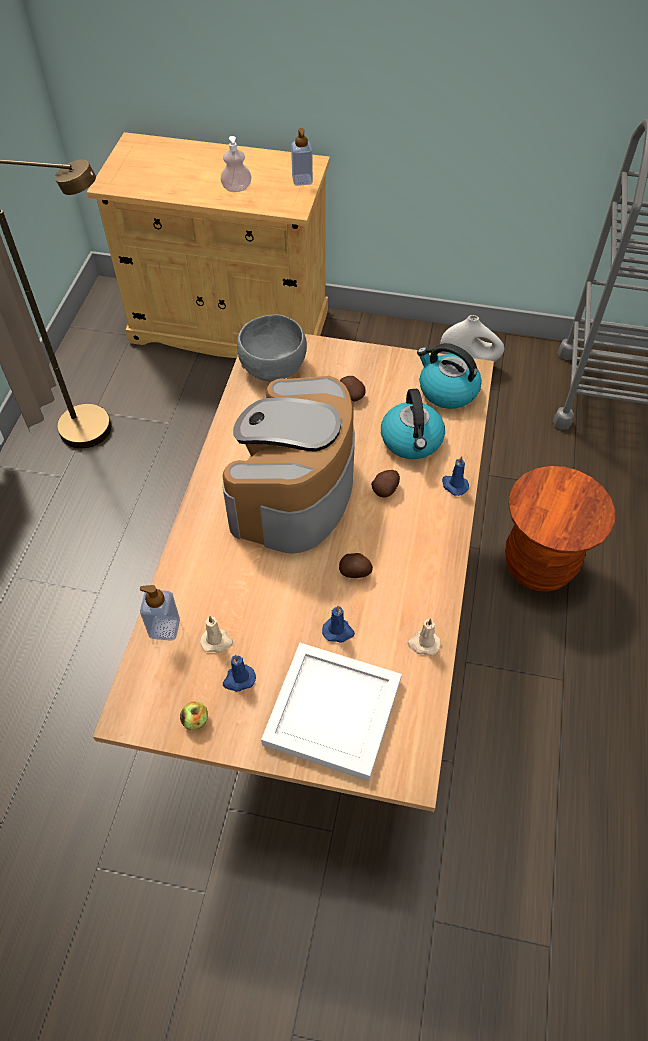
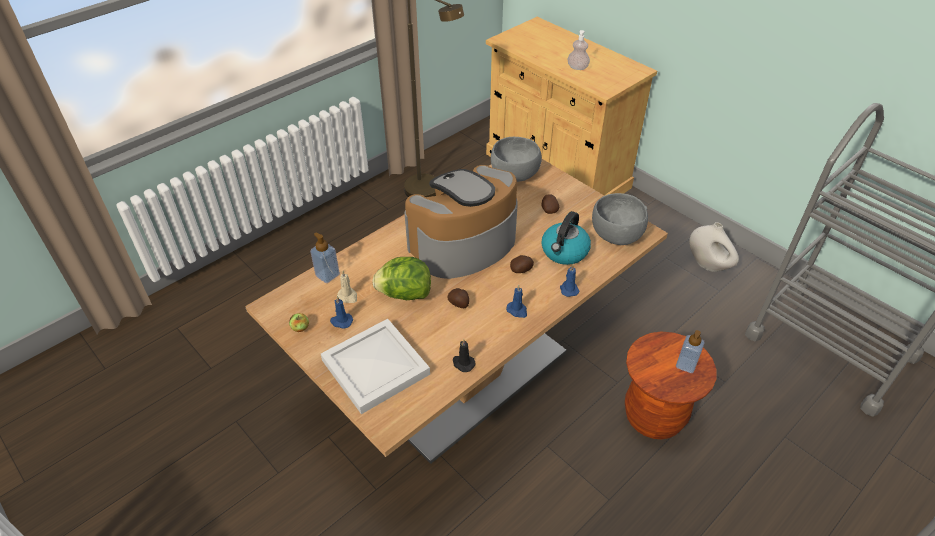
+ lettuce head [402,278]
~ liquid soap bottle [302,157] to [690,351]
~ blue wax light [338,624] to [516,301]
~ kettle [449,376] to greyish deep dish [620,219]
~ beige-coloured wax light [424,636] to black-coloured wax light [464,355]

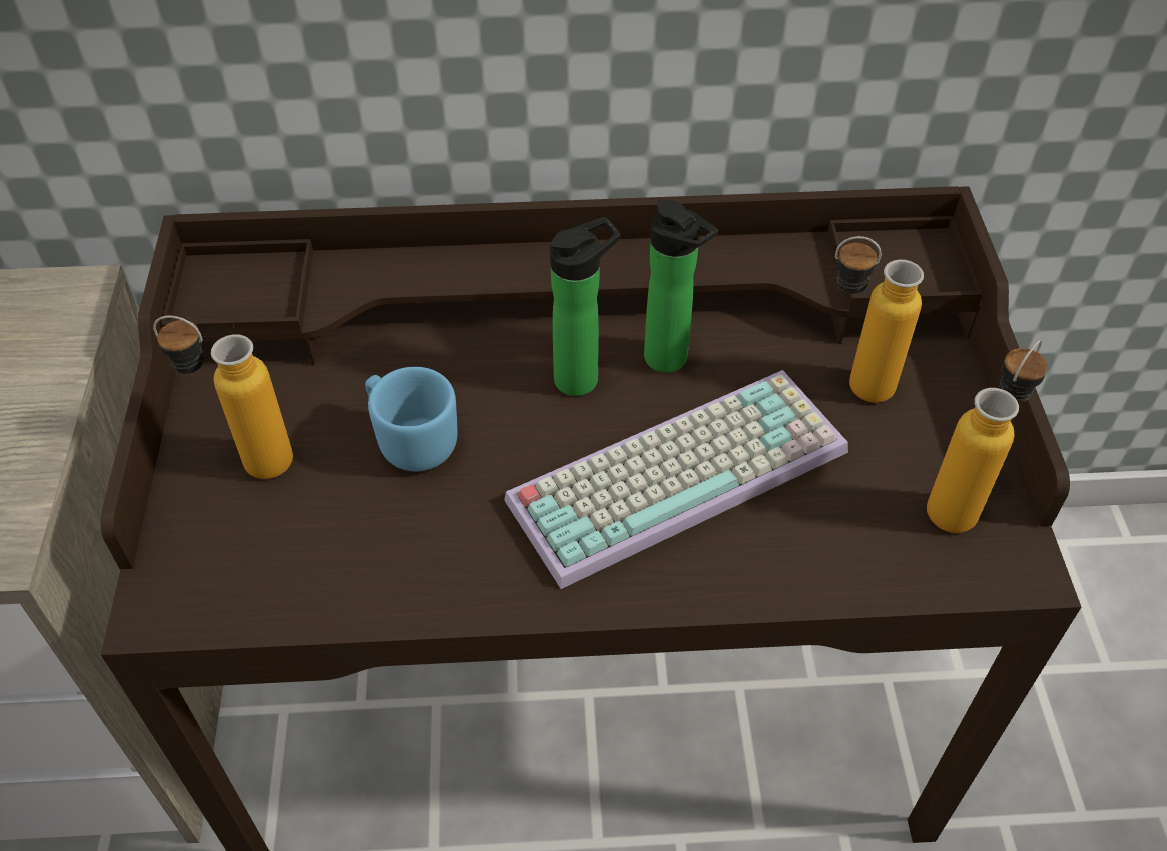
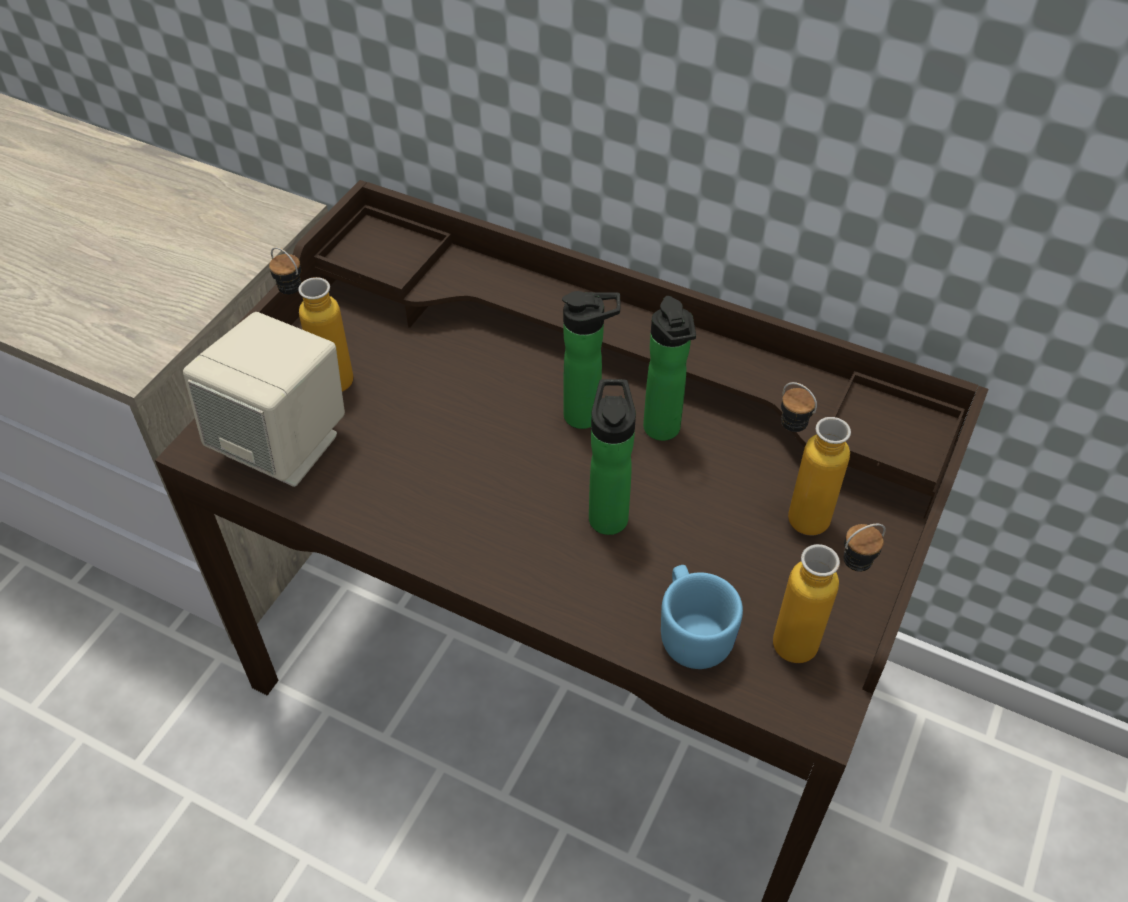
+ beige-coloured loudspeaker [264,399]
~ blue coffee mug [411,419] to [702,617]
~ PC keyboard [676,479] to drink bottle [612,457]

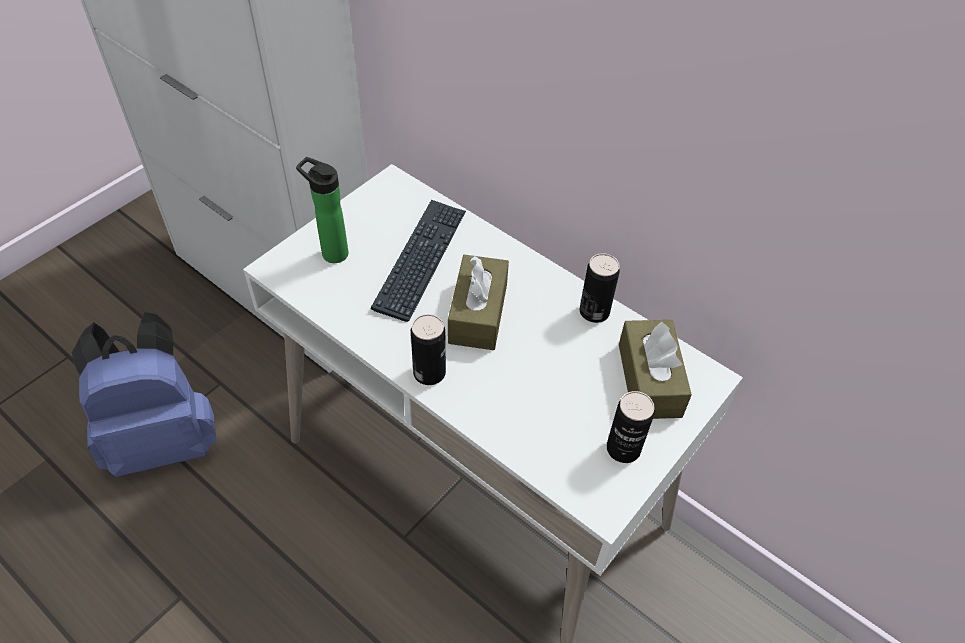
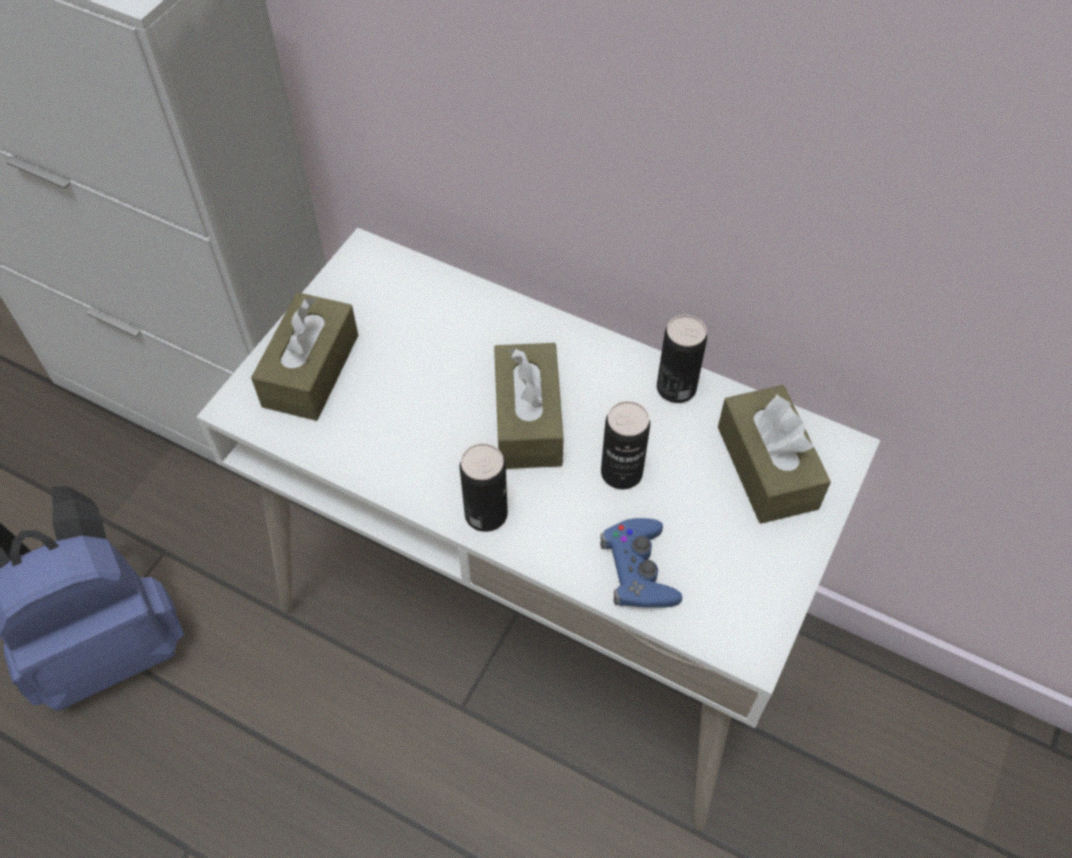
- PC keyboard [418,261]
+ blue game controller [641,563]
~ sealed can [631,427] to [625,445]
~ drink bottle [322,210] to brown box of tissues [304,356]

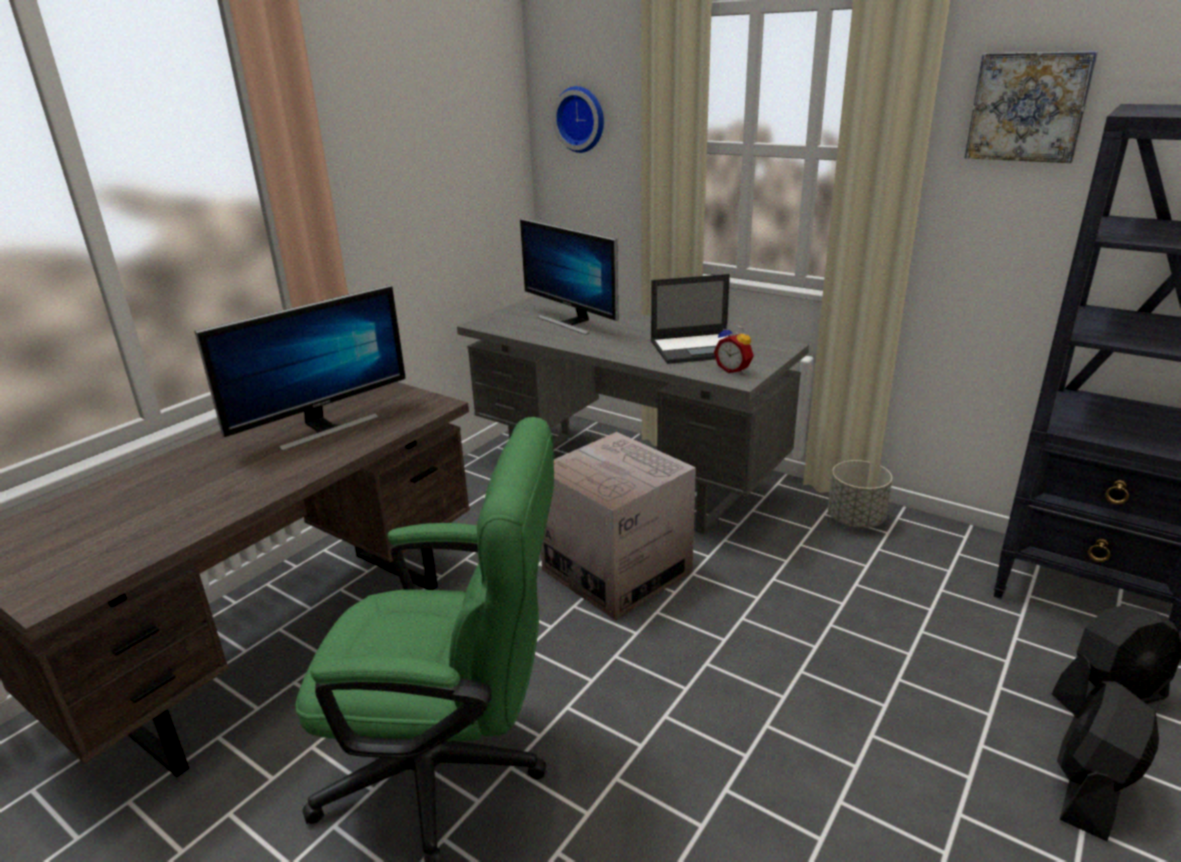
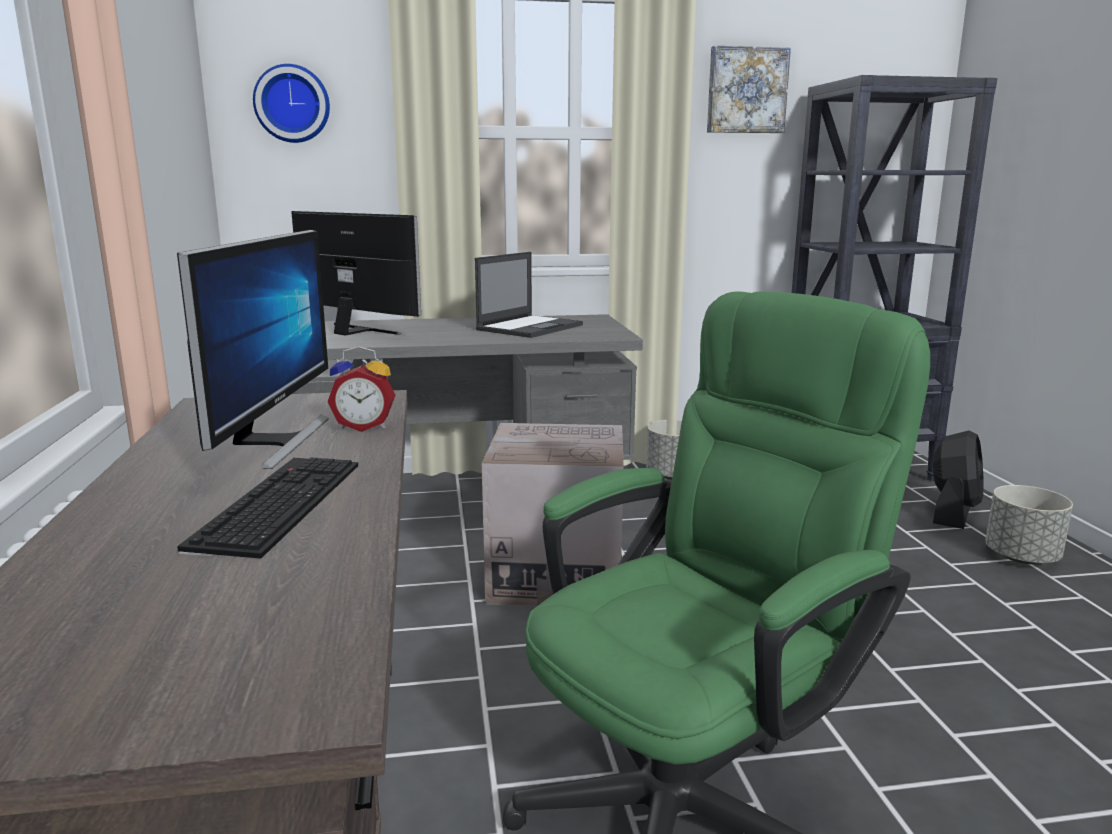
+ PC keyboard [267,508]
~ bedside clock [734,349] to [361,389]
~ black-coloured fan [1108,761] to greyish flower pot [1029,524]
~ computer screen [569,276] = [356,273] 150 degrees counterclockwise

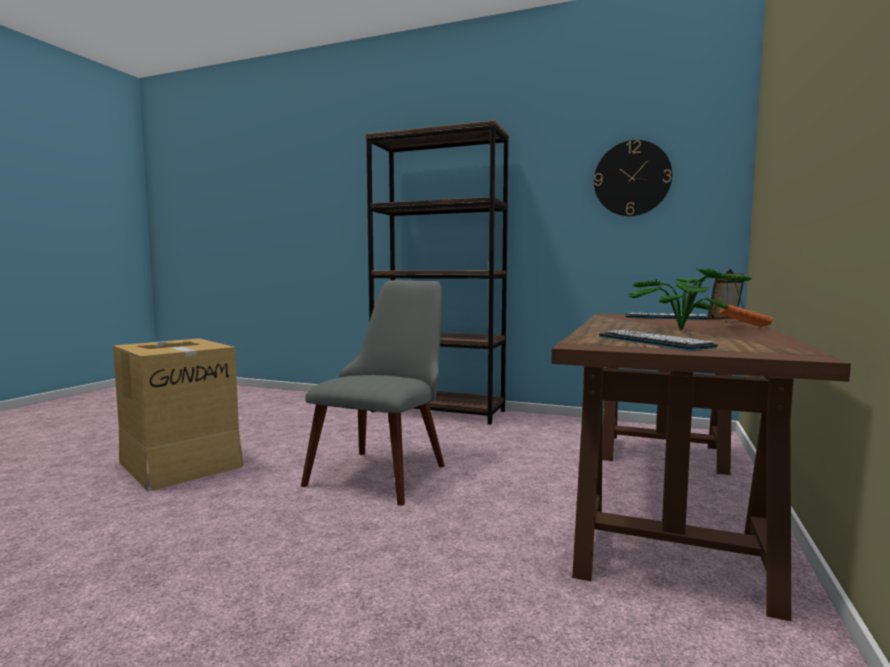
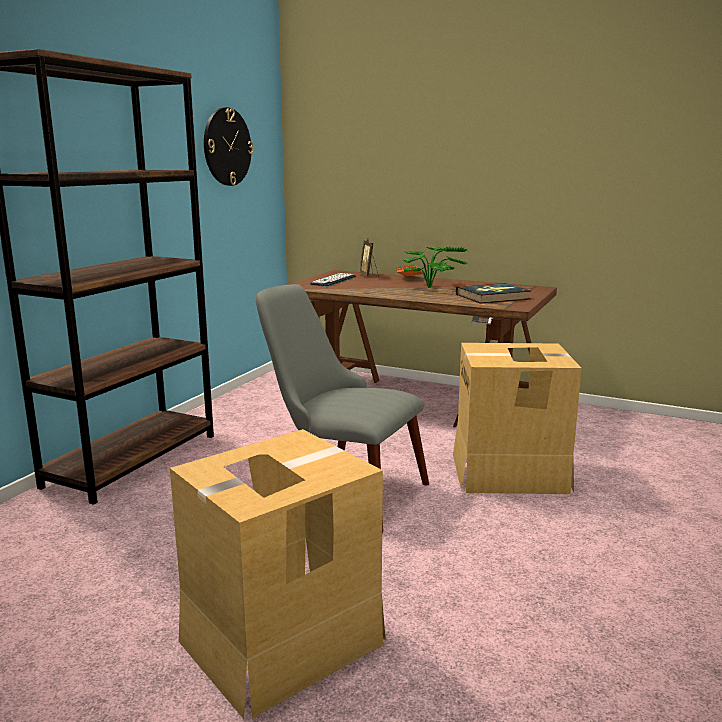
+ carton [517,418]
~ PC keyboard [658,340] to bound book [493,293]

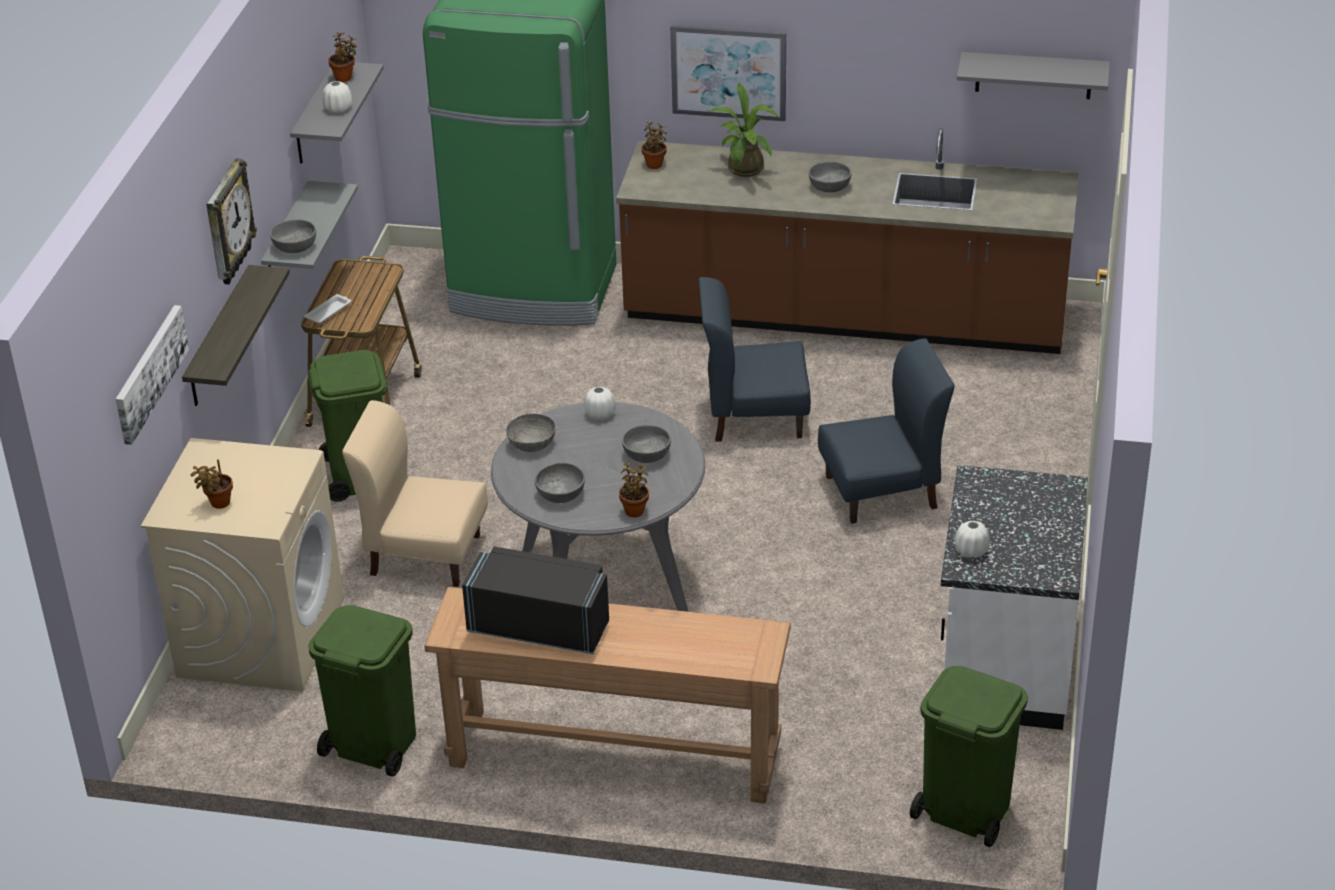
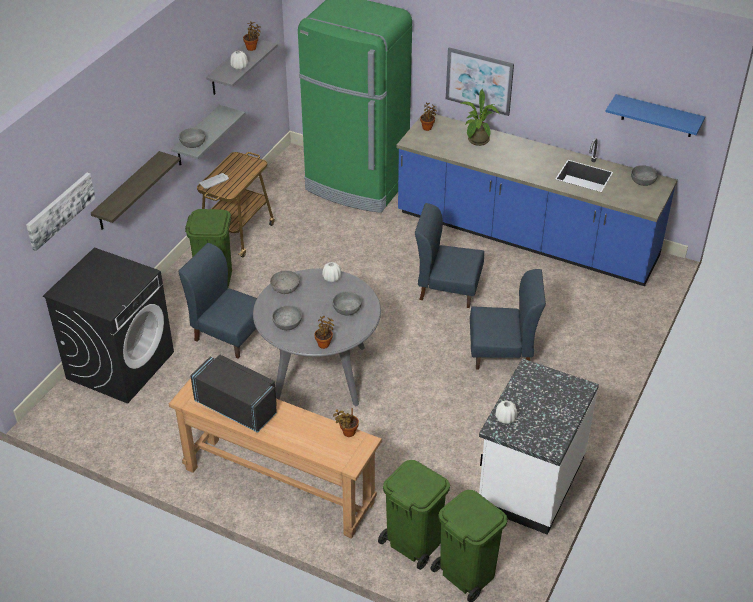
- clock on the wall [231,221]
~ houseplant [212,484] to [346,422]
~ greenish rubbish bin [362,691] to [414,515]
~ greyish deep dish [830,177] to [644,175]
~ beige-coloured laundry machine [242,565] to black-coloured laundry machine [108,325]
~ beige-coloured chair [415,493] to blue chair [218,301]
~ brown counter [847,241] to blue counter [536,198]
~ greyish wall shelf [1033,75] to blue wall shelf [655,115]

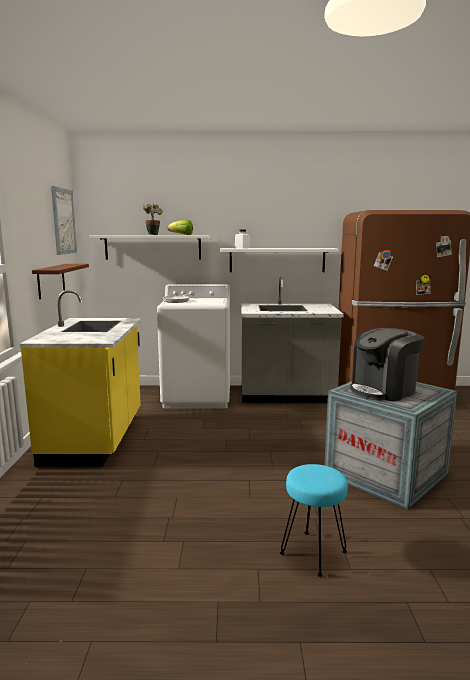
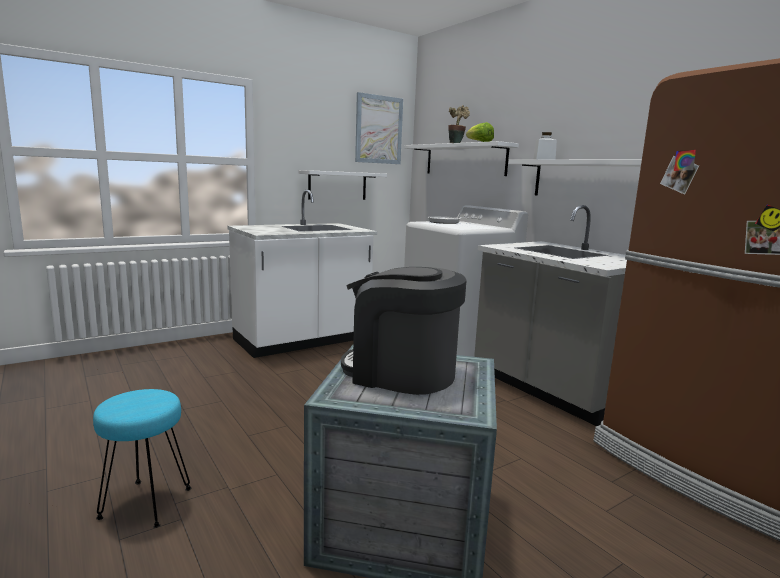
~ yellow counter [81,378] to whitish counter [302,273]
~ brown wall shelf [60,281] to whitish wall shelf [342,185]

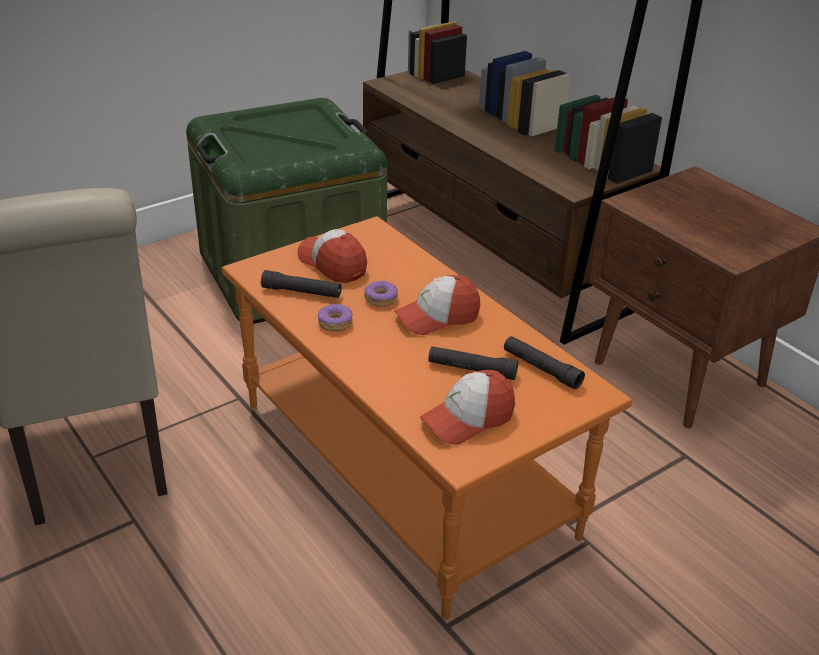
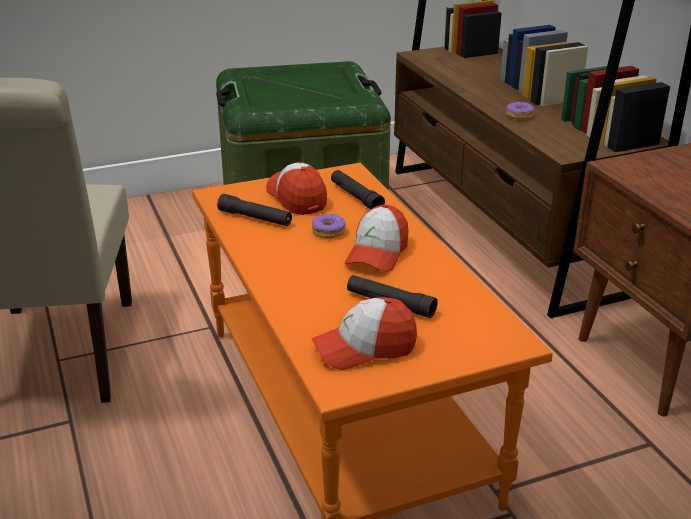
~ donut [335,317] to [520,110]
~ black-coloured hand torch [544,363] to [358,189]
~ peaked cap [437,305] = [377,238] 60 degrees counterclockwise

